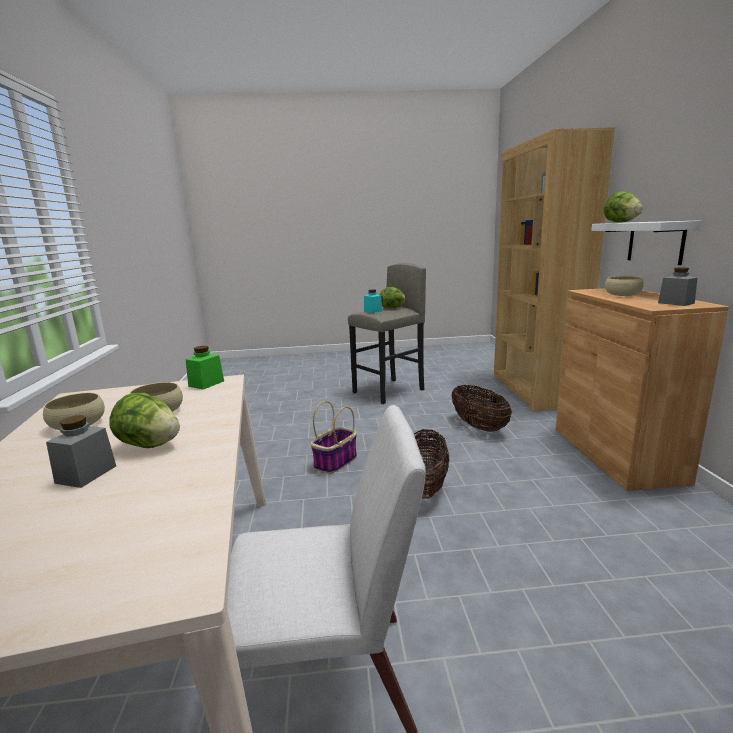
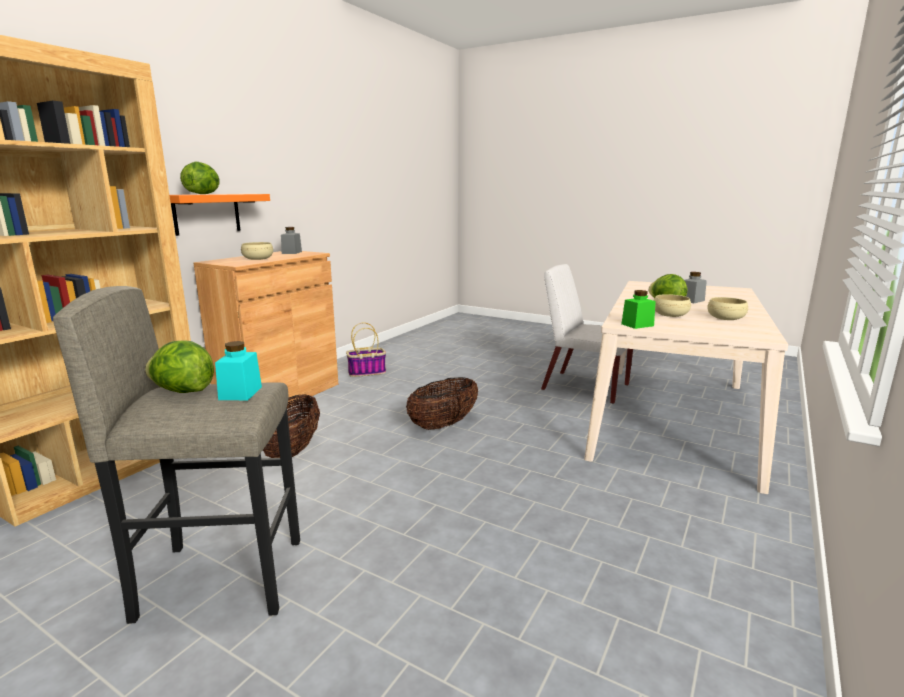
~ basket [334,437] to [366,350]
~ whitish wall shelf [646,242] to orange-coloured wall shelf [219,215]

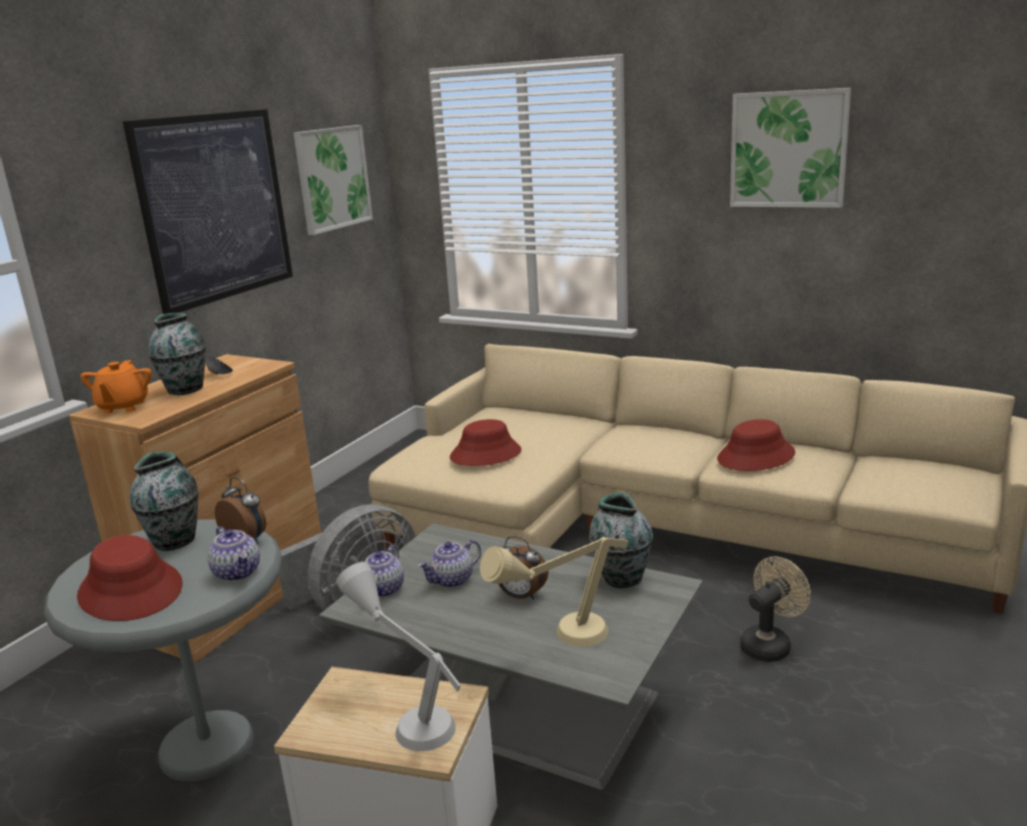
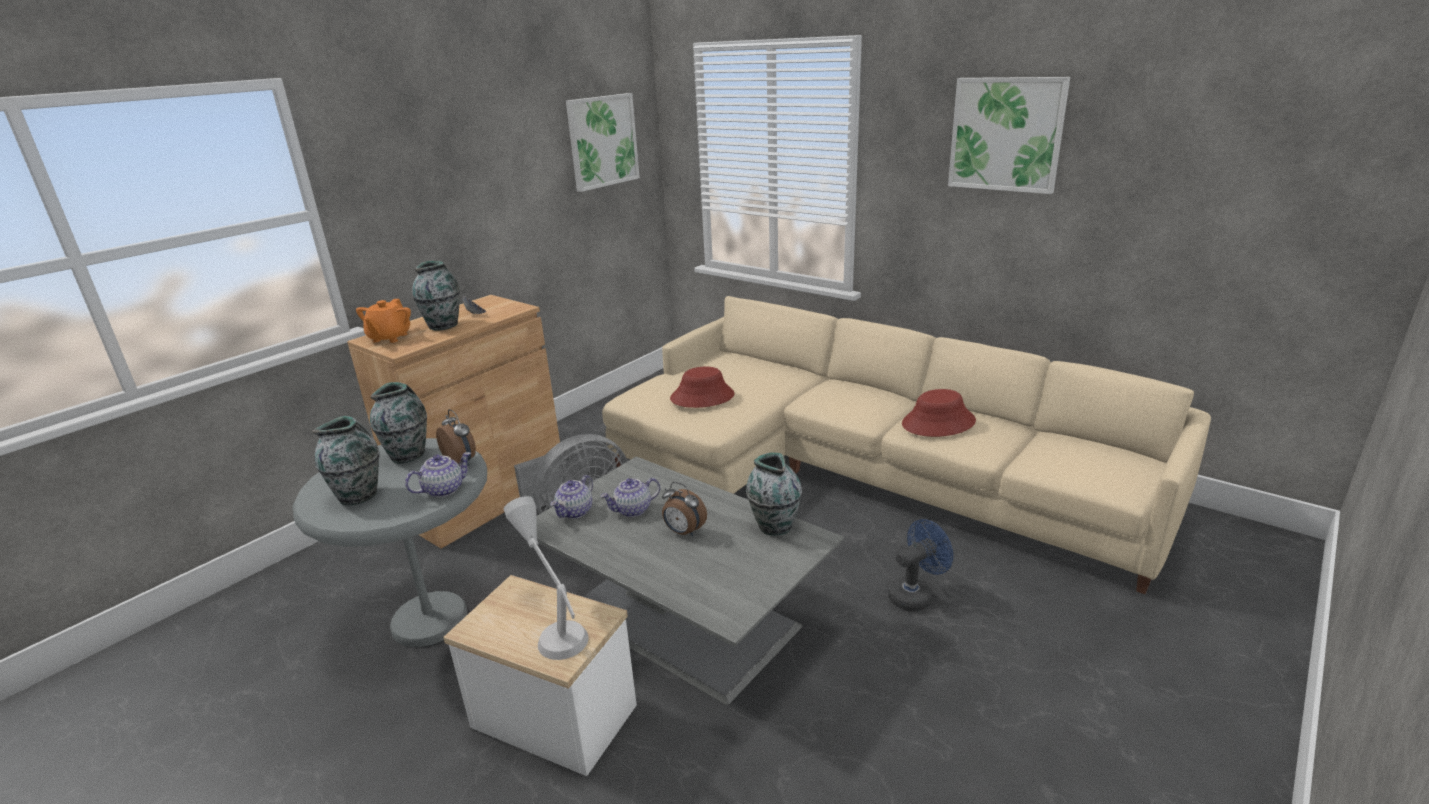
- wall art [208,211]
- beige-coloured table lamp [554,592]
~ red-coloured hat [130,578] to flower vase [345,460]
~ beige-coloured fan [775,609] to blue fan [920,565]
~ tea pot [233,553] = [438,474] 105 degrees counterclockwise

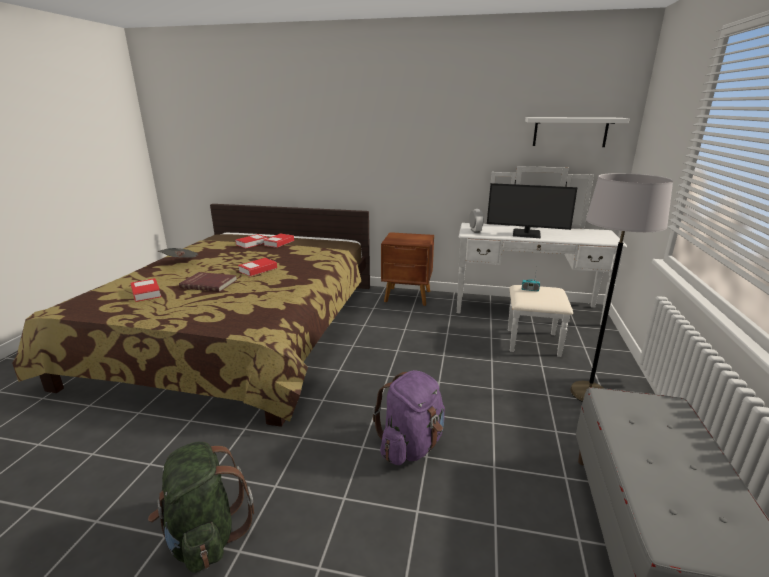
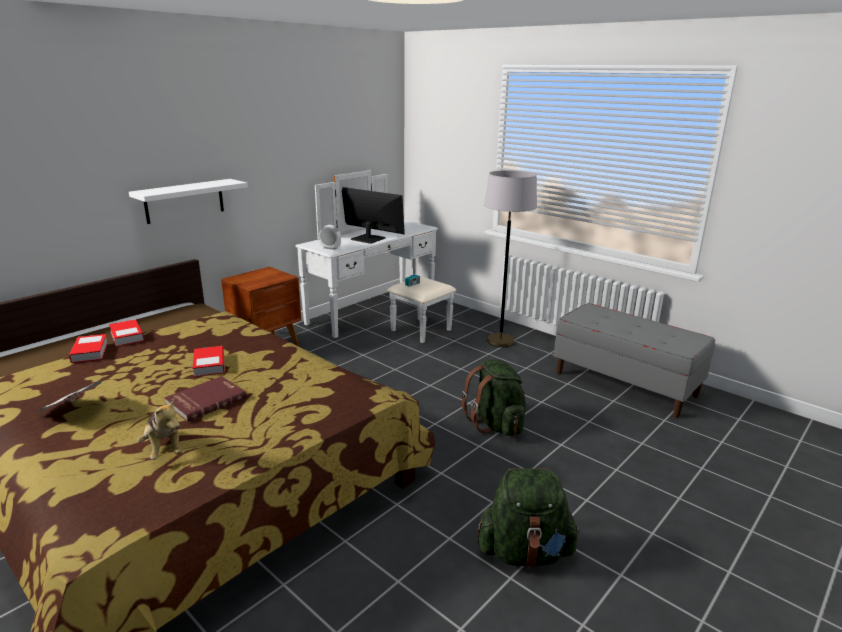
~ whitish wall shelf [577,132] to [188,201]
~ bound book [145,290] to soft toy [160,429]
~ purple-coloured knapsack [409,417] to greenish knapsack [494,398]
~ computer screen [532,210] = [373,215] 105 degrees counterclockwise

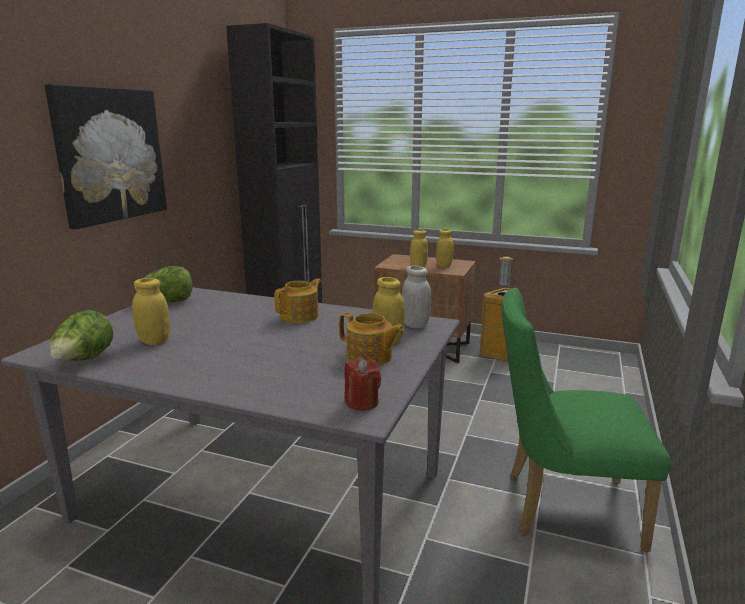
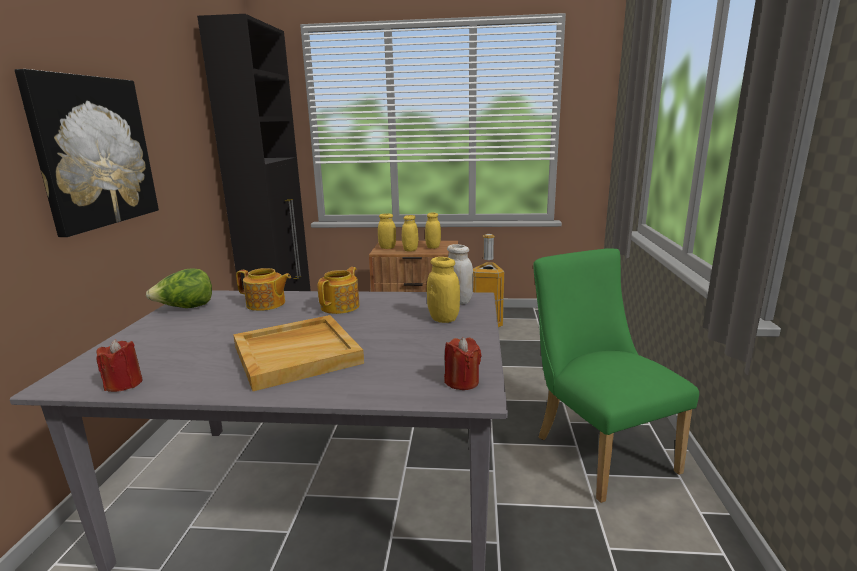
+ beige-coloured tray [298,353]
~ yellow jar [151,311] to [387,231]
~ tea pot [371,339] to [263,289]
~ lettuce head [81,335] to red-coloured wax light [119,365]
~ greenish chair [586,420] = [616,375] 75 degrees clockwise

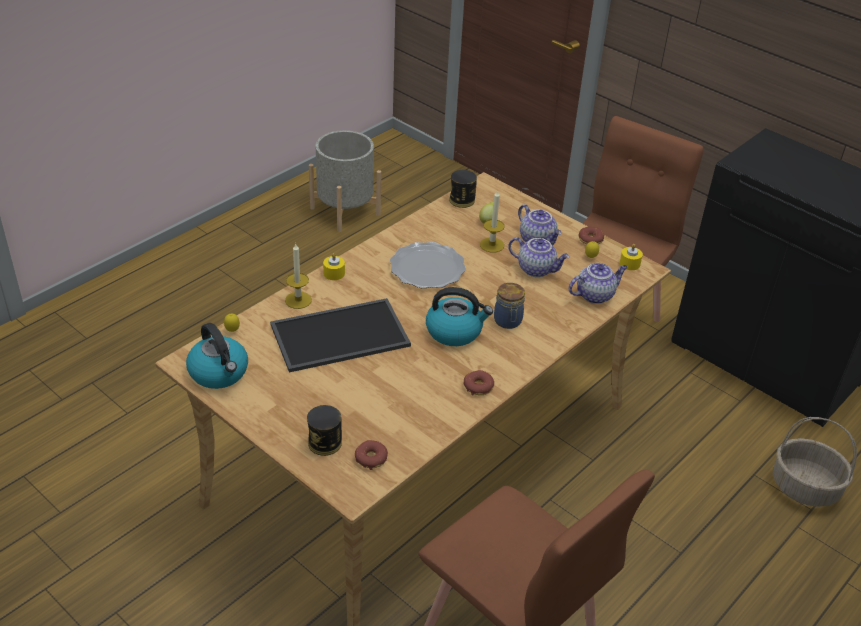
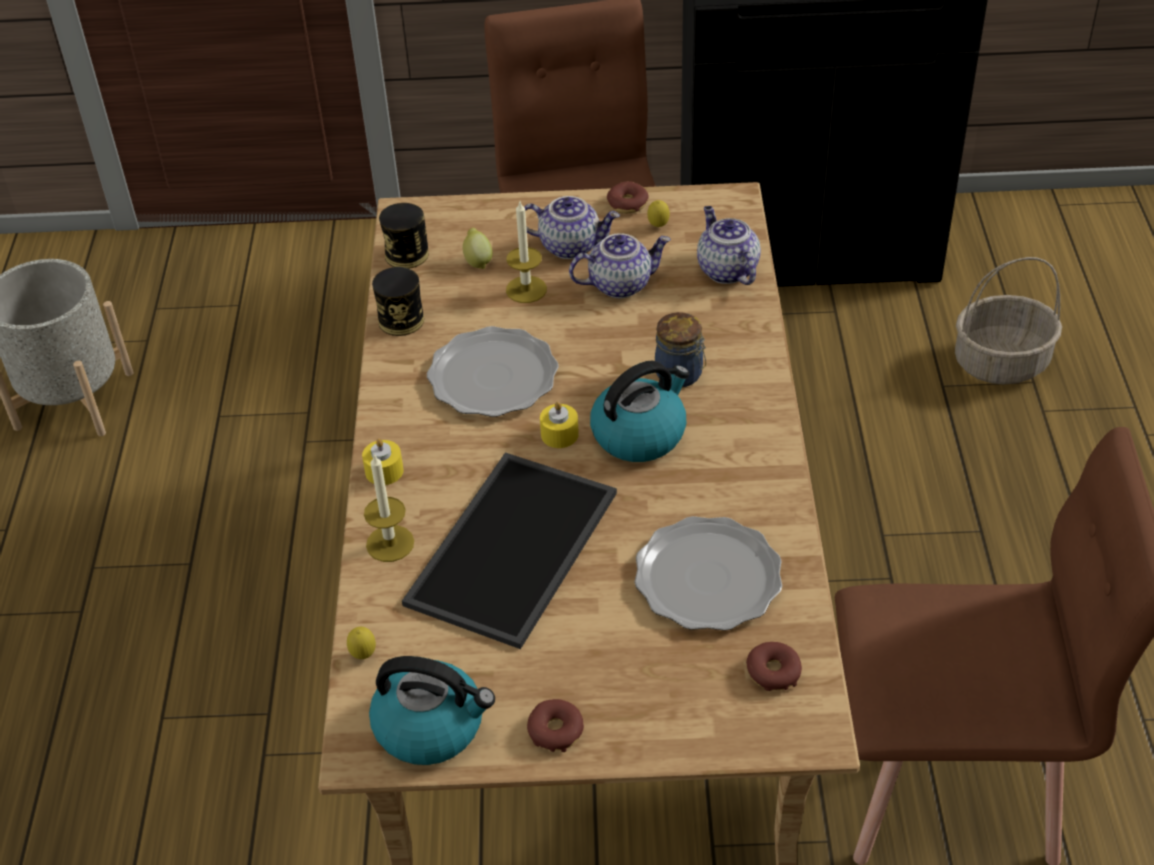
+ dinner plate [708,573]
~ sealed can [324,430] to [398,301]
~ donut [478,382] to [555,725]
~ yellow wax light [631,257] to [559,425]
~ tea pot [598,283] = [729,245] 45 degrees counterclockwise

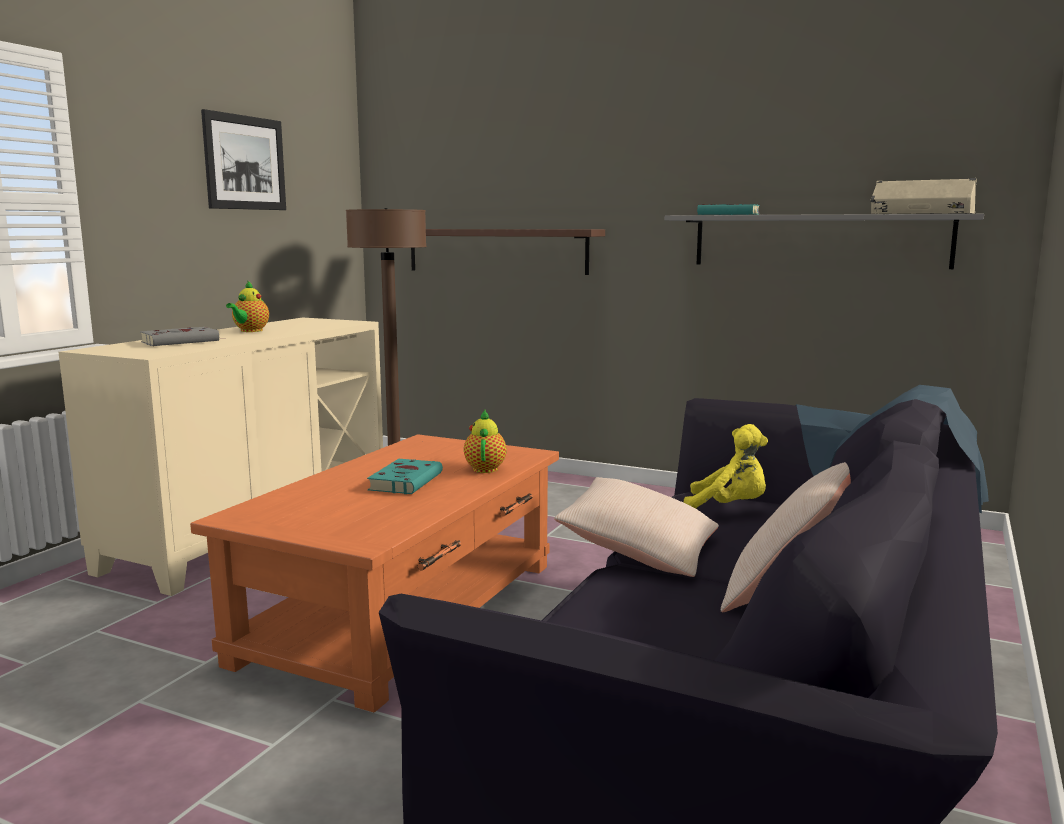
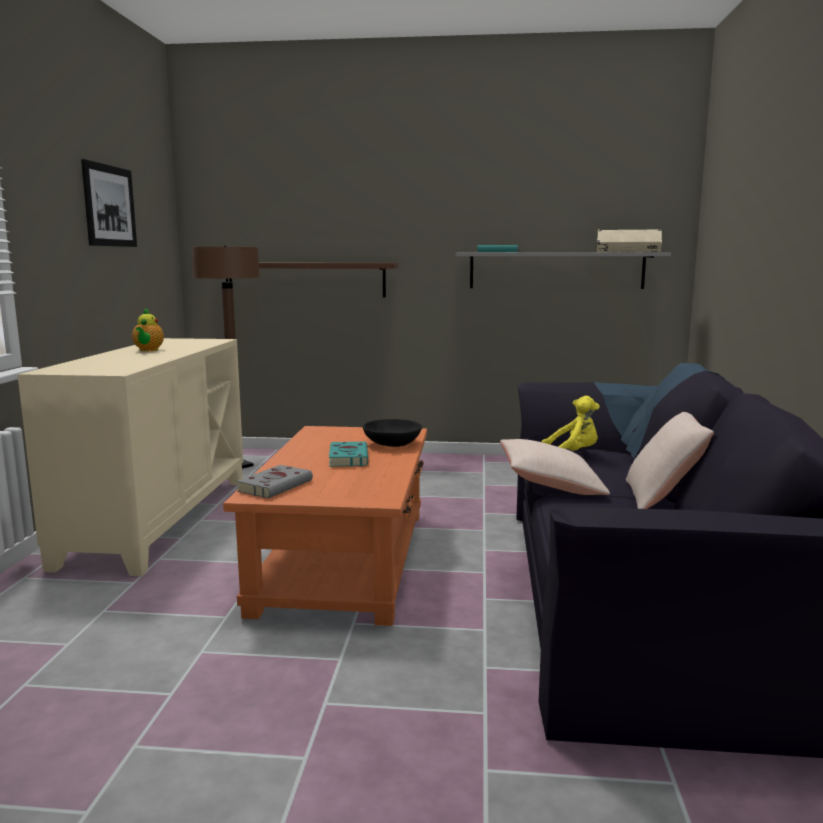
~ greyish bound book [179,336] to [274,481]
~ tea pot [485,441] to black-coloured deep dish [392,433]

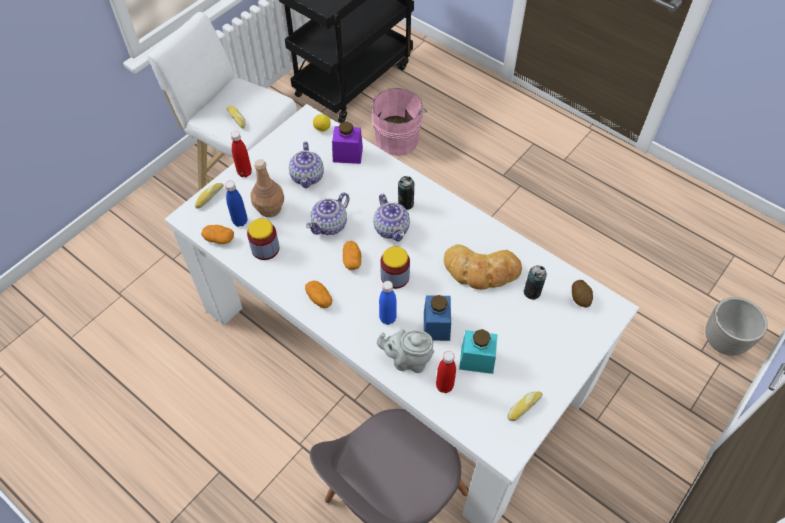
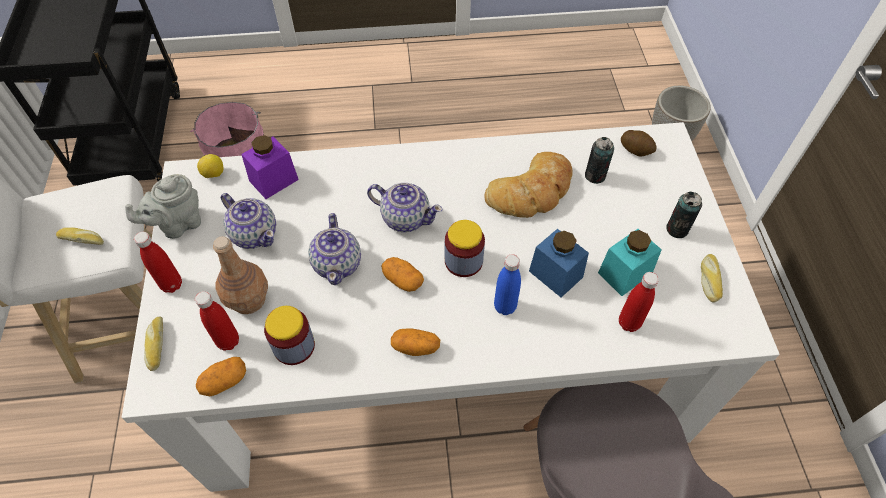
~ greyish tea pot [405,351] to [163,206]
~ sealed can [406,193] to [684,215]
~ blue drink bottle [236,204] to red-coloured drink bottle [217,321]

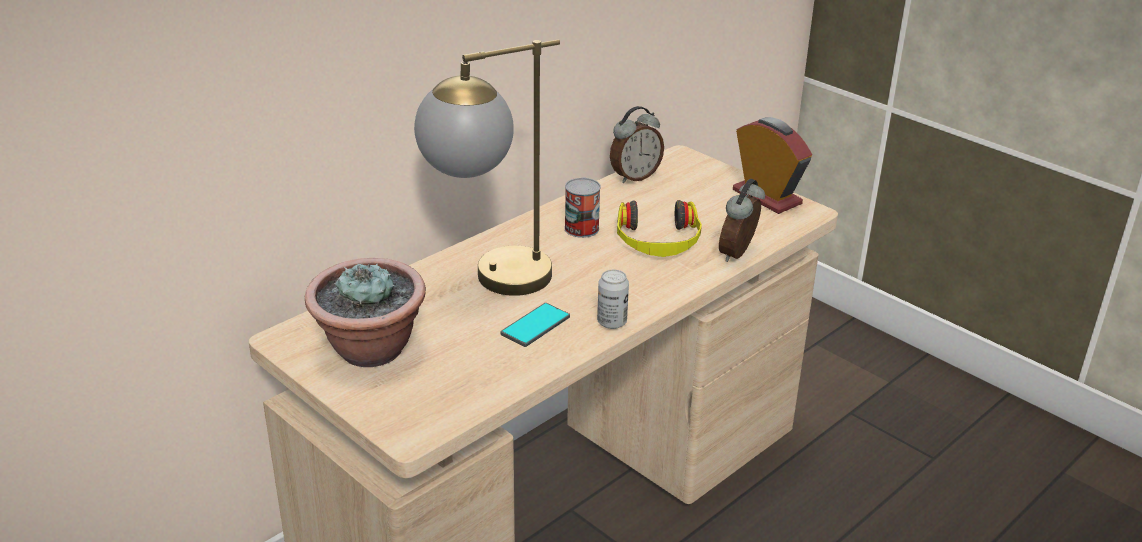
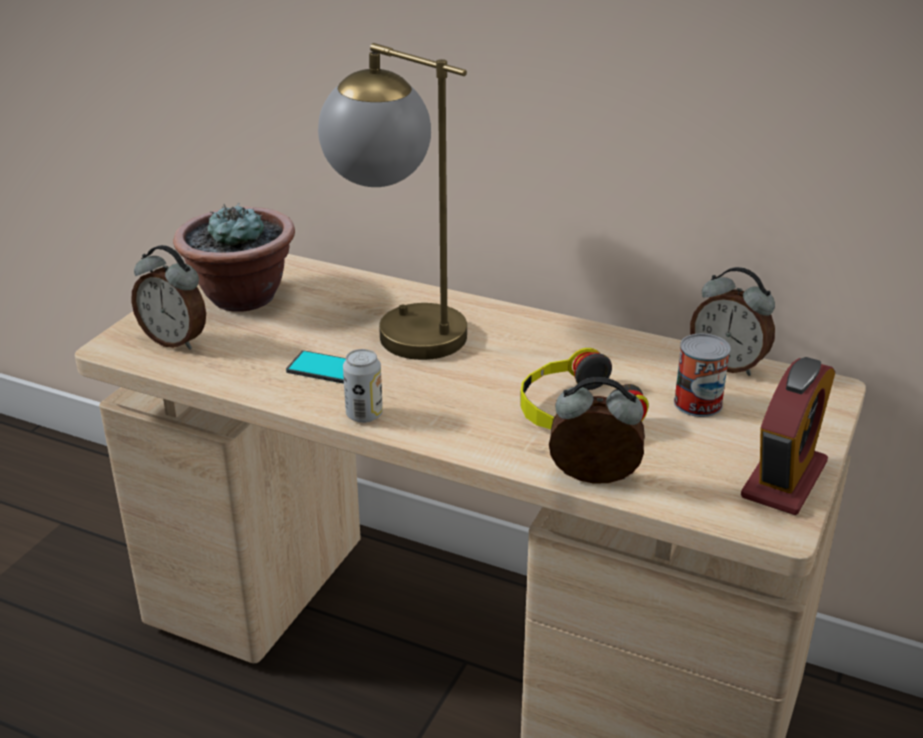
+ bedside clock [168,297]
~ sealed can [582,208] to [702,375]

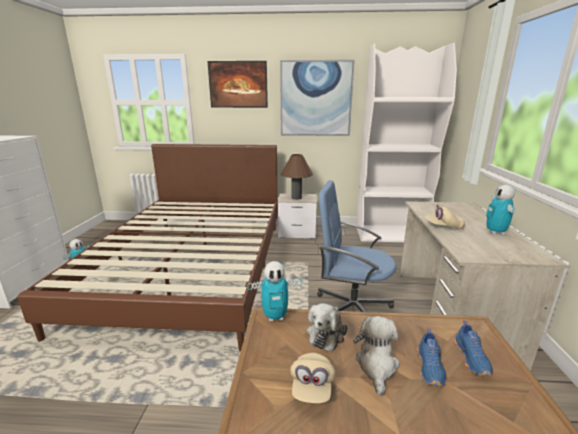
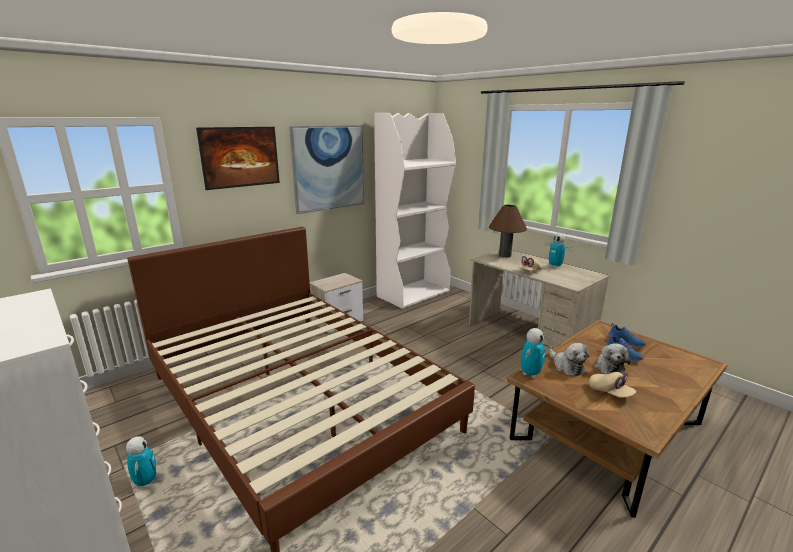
- blue office chair [356,246]
~ brown table lamp [297,177] to [508,231]
~ soft toy [377,356] = [612,359] 135 degrees counterclockwise

